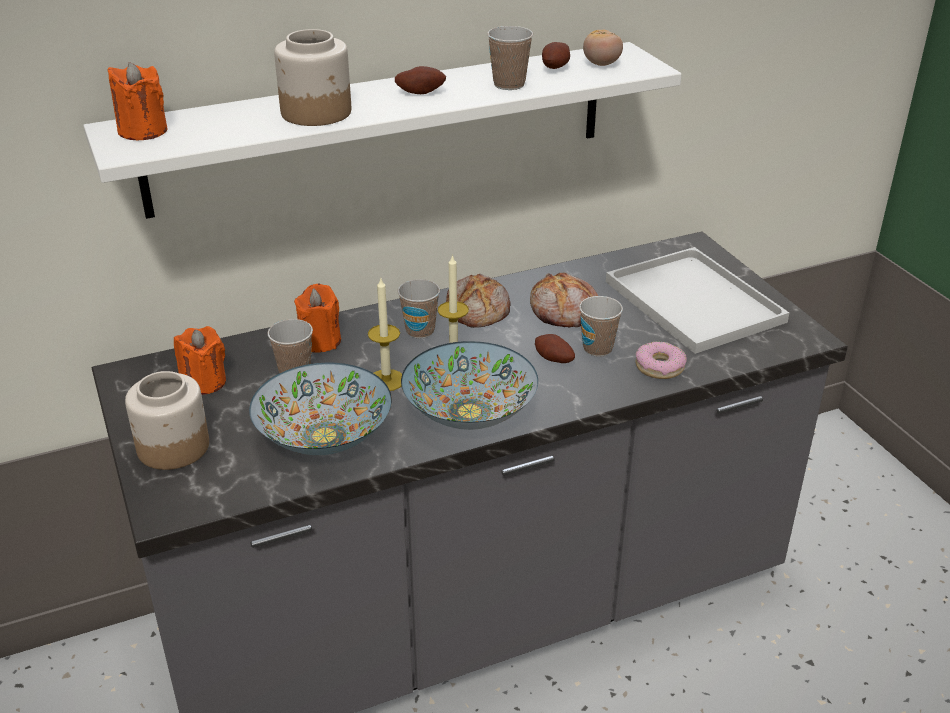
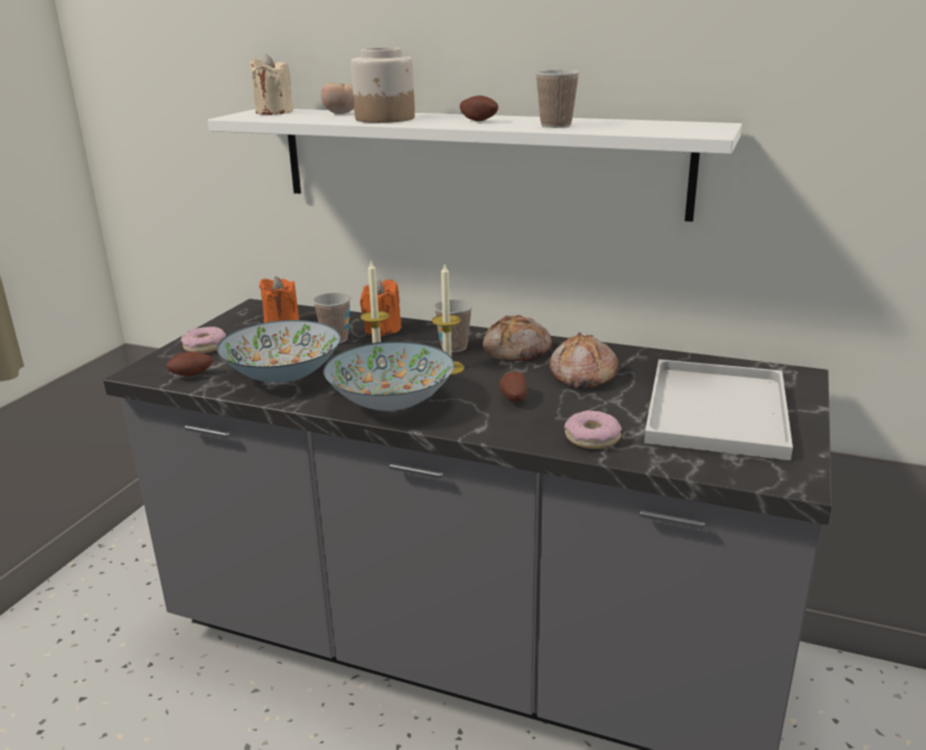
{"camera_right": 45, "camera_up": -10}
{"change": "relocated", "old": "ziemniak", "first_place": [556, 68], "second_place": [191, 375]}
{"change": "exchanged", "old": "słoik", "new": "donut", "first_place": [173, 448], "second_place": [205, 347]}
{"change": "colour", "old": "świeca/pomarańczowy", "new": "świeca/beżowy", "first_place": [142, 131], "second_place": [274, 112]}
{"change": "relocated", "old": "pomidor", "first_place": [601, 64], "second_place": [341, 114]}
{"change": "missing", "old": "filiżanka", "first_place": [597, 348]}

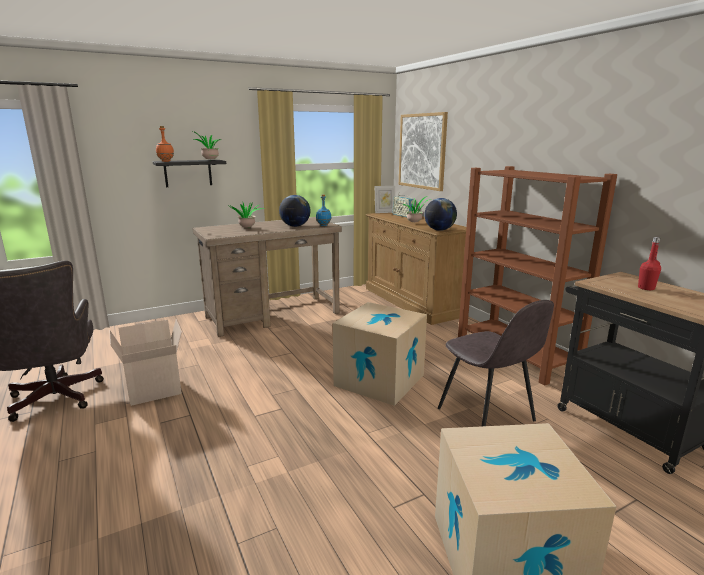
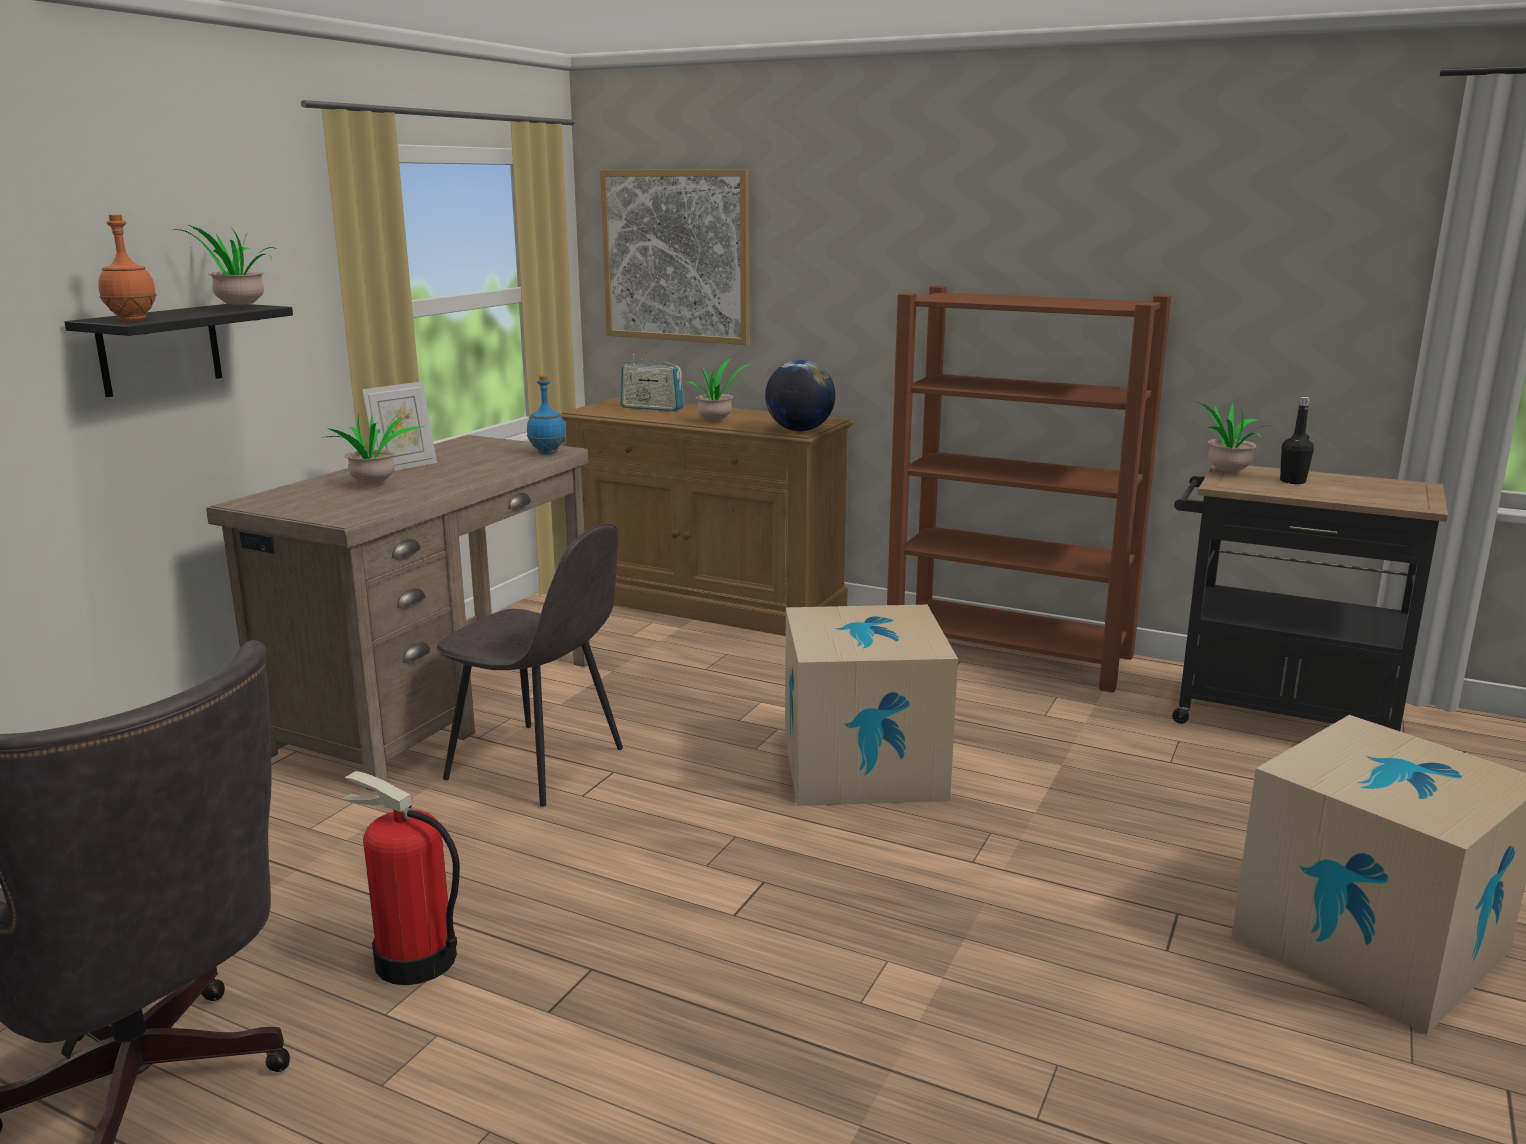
{"camera_right": -35, "camera_up": 0}
{"change": "exchanged", "old": "karton", "new": "gaśnica", "first_place": [153, 391], "second_place": [414, 960]}
{"change": "relocated", "old": "ramka na zdjęcie", "first_place": [384, 212], "second_place": [404, 467]}
{"change": "relocated", "old": "krzesło/szary", "first_place": [487, 416], "second_place": [539, 765]}
{"change": "appeared", "new": "roślina doniczkowa", "second_place": [1224, 472]}
{"change": "colour", "old": "butelka/czerwony", "new": "butelka/czarny", "first_place": [646, 288], "second_place": [1292, 481]}
{"change": "missing", "old": "globus", "first_place": [295, 226]}

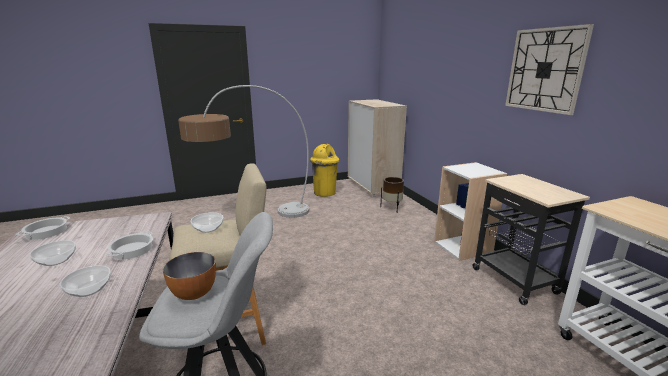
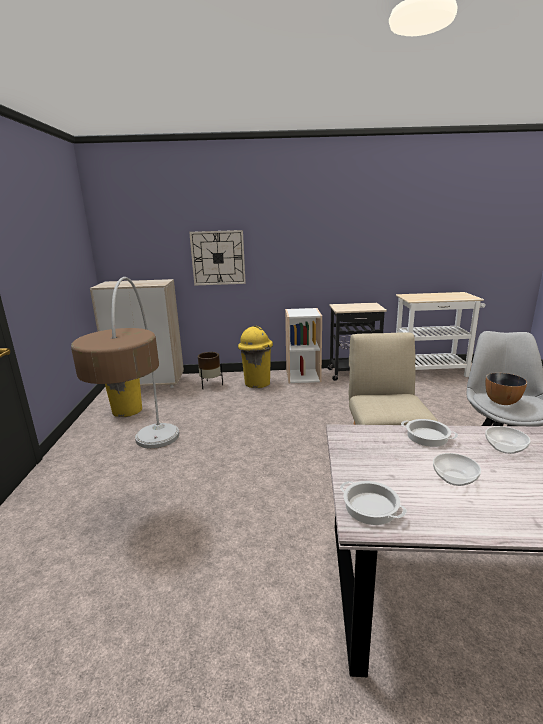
{"camera_right": -70, "camera_up": 0}
{"change": "relocated", "old": "zegar ścienny", "first_place": [545, 70], "second_place": [218, 258]}
{"change": "appeared", "new": "kosz na śmieci/żółty", "second_place": [257, 383]}
{"change": "missing", "old": "miska", "first_place": [208, 228]}

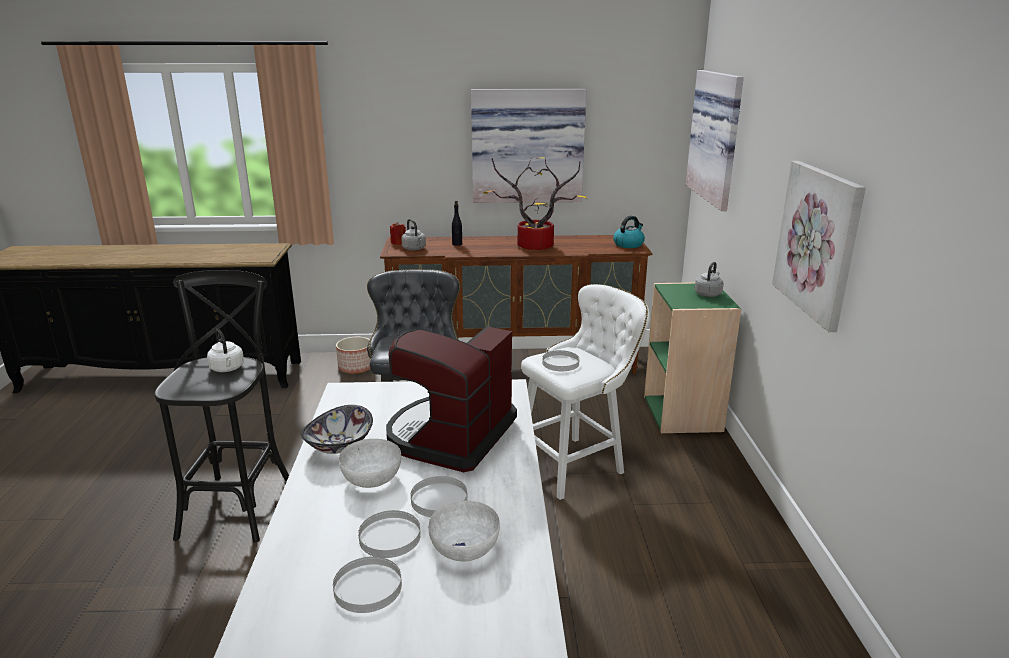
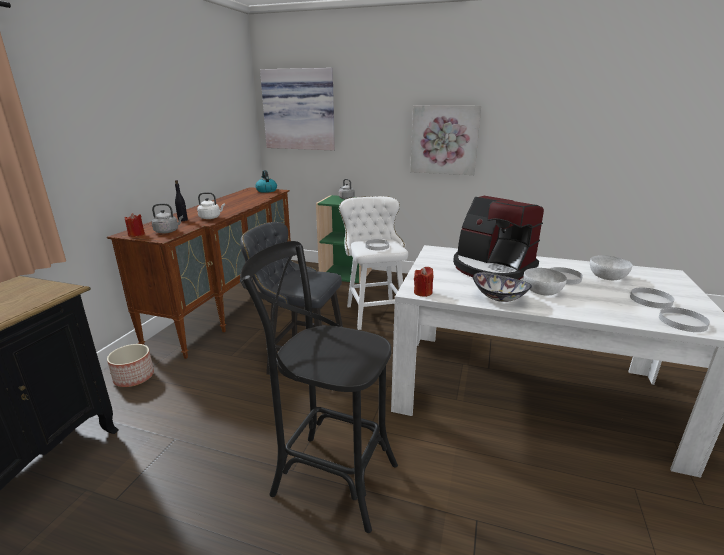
{"camera_right": -70, "camera_up": 0}
{"change": "relocated", "old": "czajnik/biały", "first_place": [227, 369], "second_place": [211, 218]}
{"change": "appeared", "new": "świeca/czerwony", "second_place": [423, 292]}
{"change": "relocated", "old": "talerz/biały", "first_place": [390, 536], "second_place": [682, 321]}
{"change": "missing", "old": "obraz", "first_place": [527, 146]}
{"change": "missing", "old": "roślina doniczkowa", "first_place": [532, 247]}

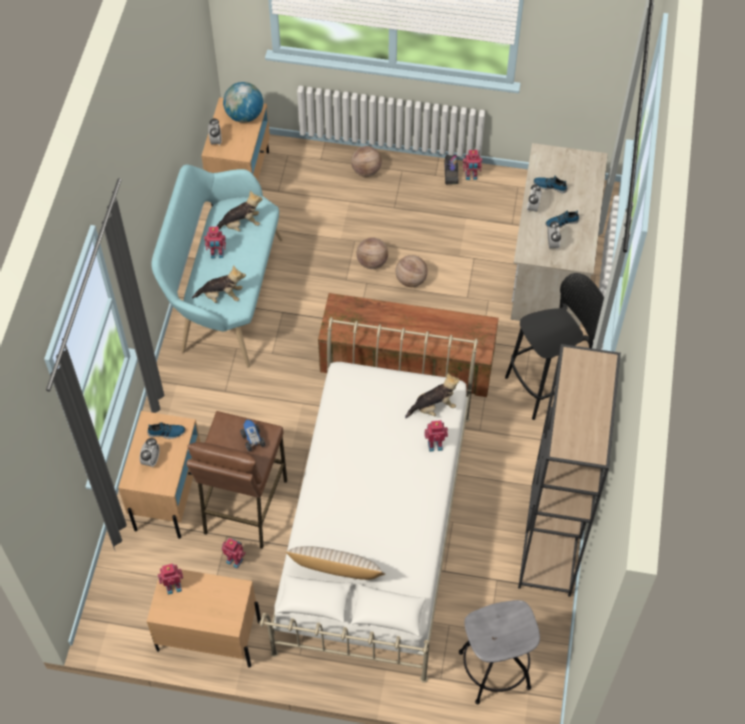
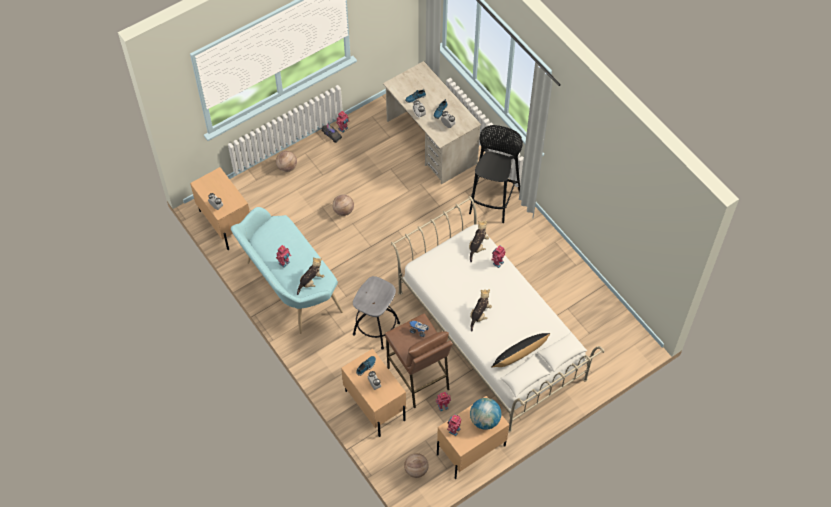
{"camera_right": -45, "camera_up": 0}
{"change": "relocated", "old": "stołek/szary", "first_place": [494, 670], "second_place": [376, 328]}
{"change": "relocated", "old": "piłka do koszykówki", "first_place": [411, 280], "second_place": [416, 470]}
{"change": "relocated", "old": "pluszak", "first_place": [241, 225], "second_place": [479, 315]}
{"change": "relocated", "old": "globus", "first_place": [244, 115], "second_place": [484, 420]}
{"change": "colour", "old": "poduszka/beżowy", "new": "poduszka/czarny", "first_place": [336, 570], "second_place": [519, 356]}
{"change": "missing", "old": "ławka/brązowy", "first_place": [405, 362]}
{"change": "missing", "old": "regał", "first_place": [551, 541]}

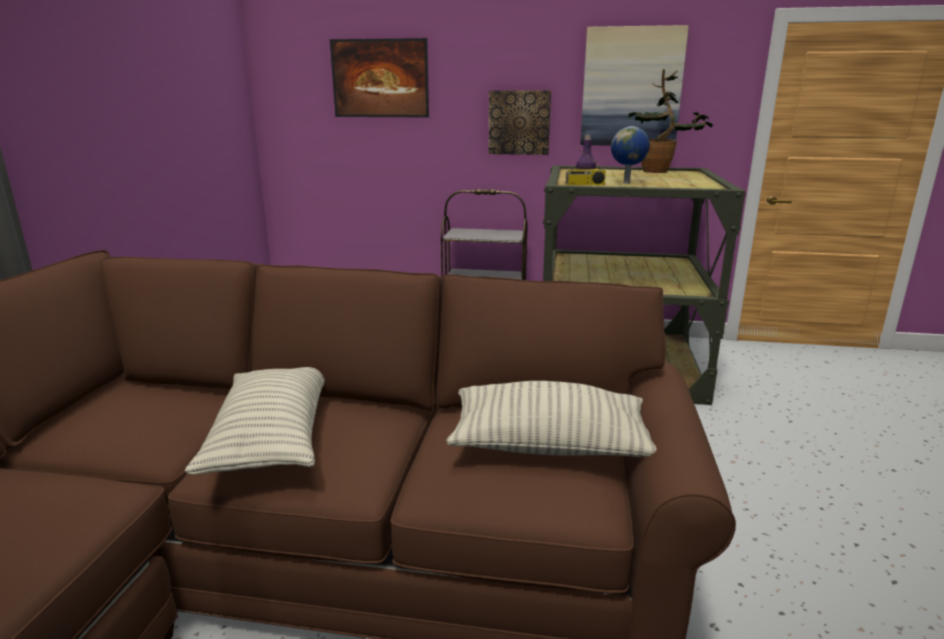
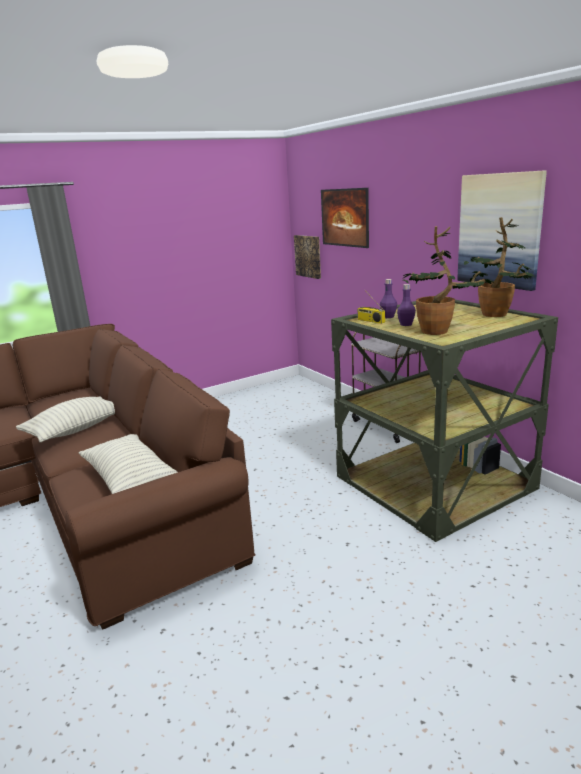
{"camera_right": 50, "camera_up": 0}
{"change": "relocated", "old": "obraz", "first_place": [519, 122], "second_place": [308, 256]}
{"change": "exchanged", "old": "globus", "new": "butelka/fioletowy", "first_place": [627, 183], "second_place": [406, 324]}
{"change": "appeared", "new": "roślina doniczkowa", "second_place": [441, 332]}

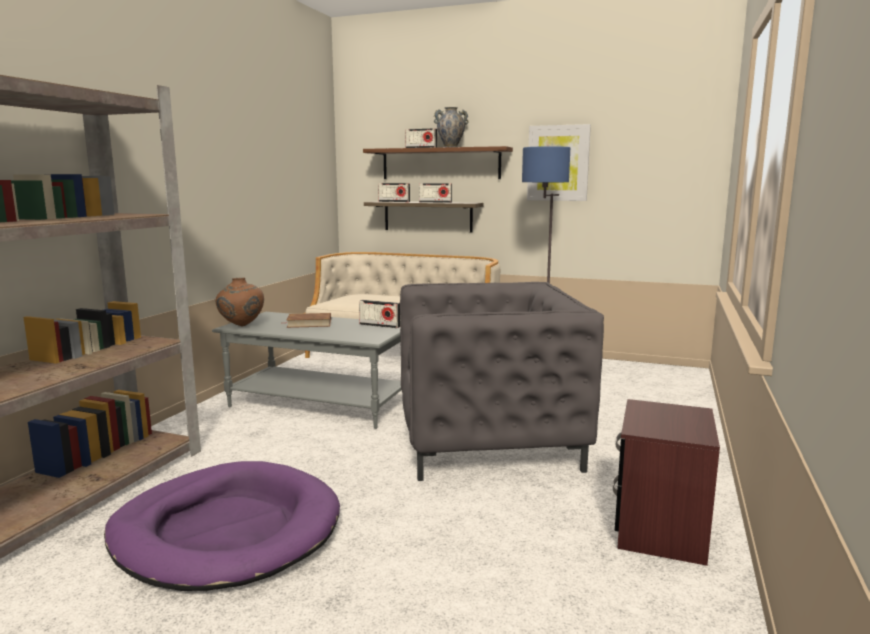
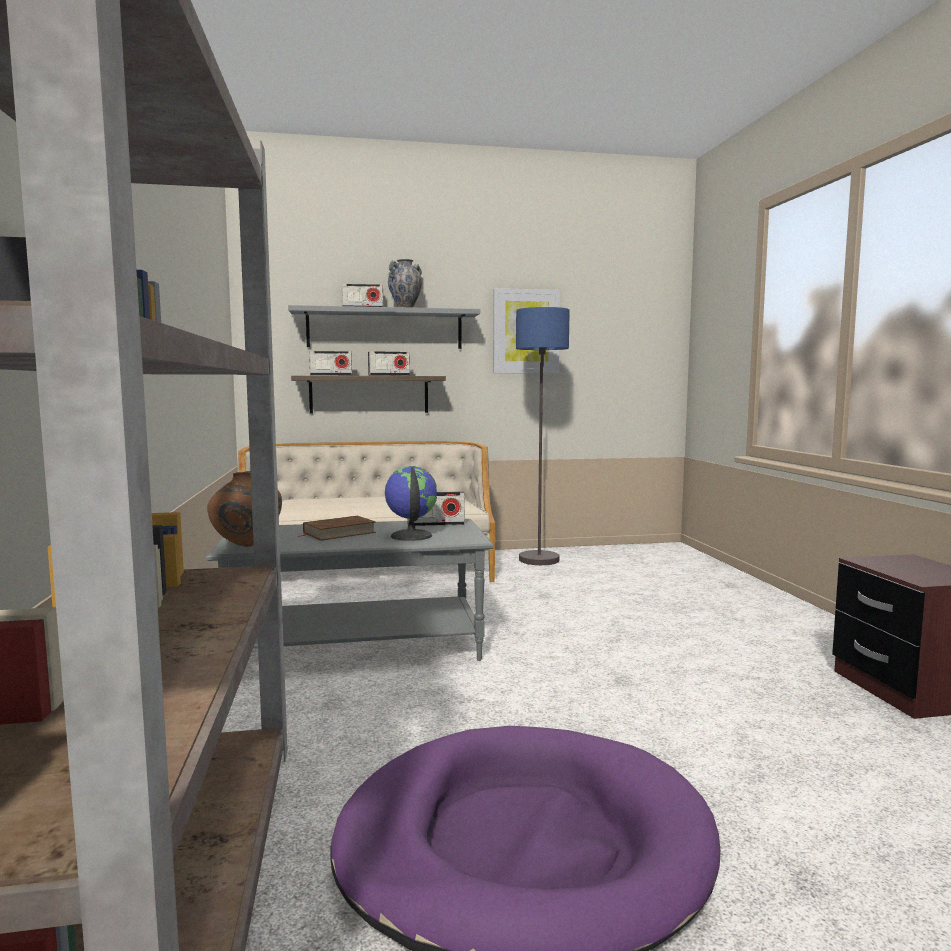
{"camera_right": -30, "camera_up": -5}
{"change": "colour", "old": "półka/brązowy", "new": "półka/szary", "first_place": [440, 164], "second_place": [385, 329]}
{"change": "appeared", "new": "globus", "second_place": [410, 536]}
{"change": "missing", "old": "fotel/szary", "first_place": [489, 442]}

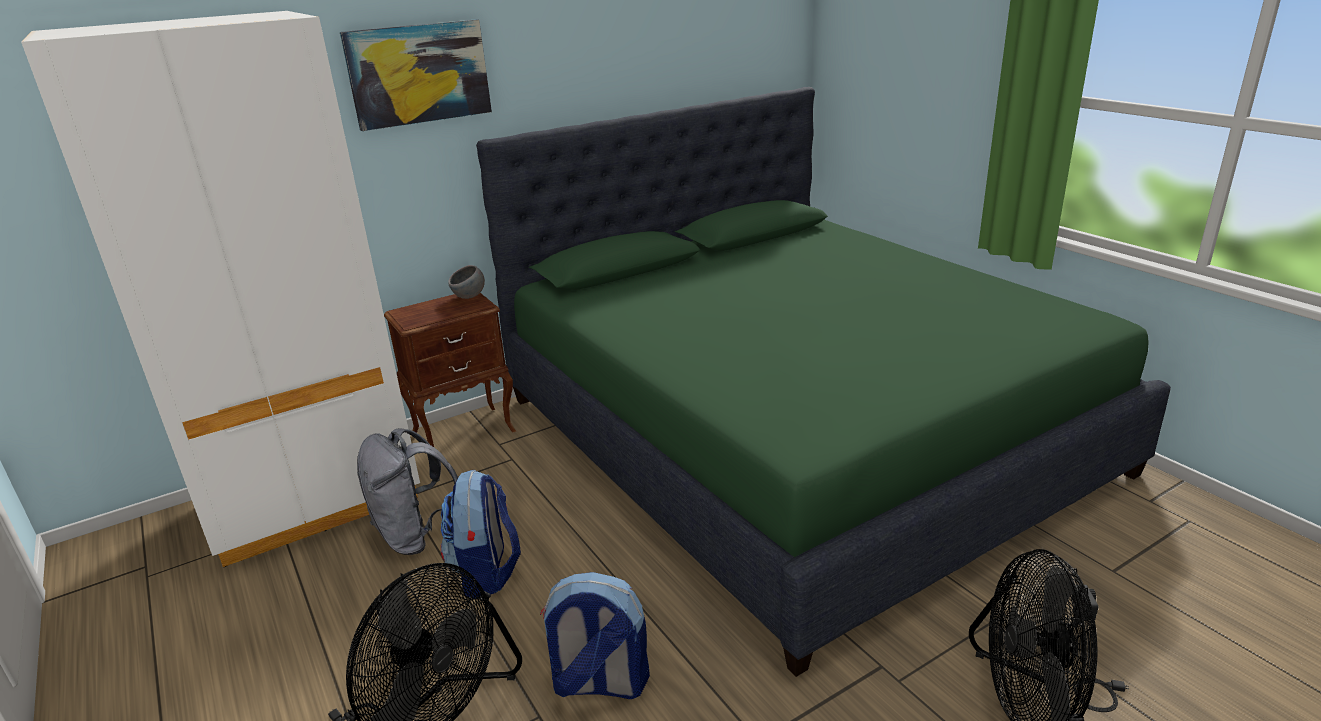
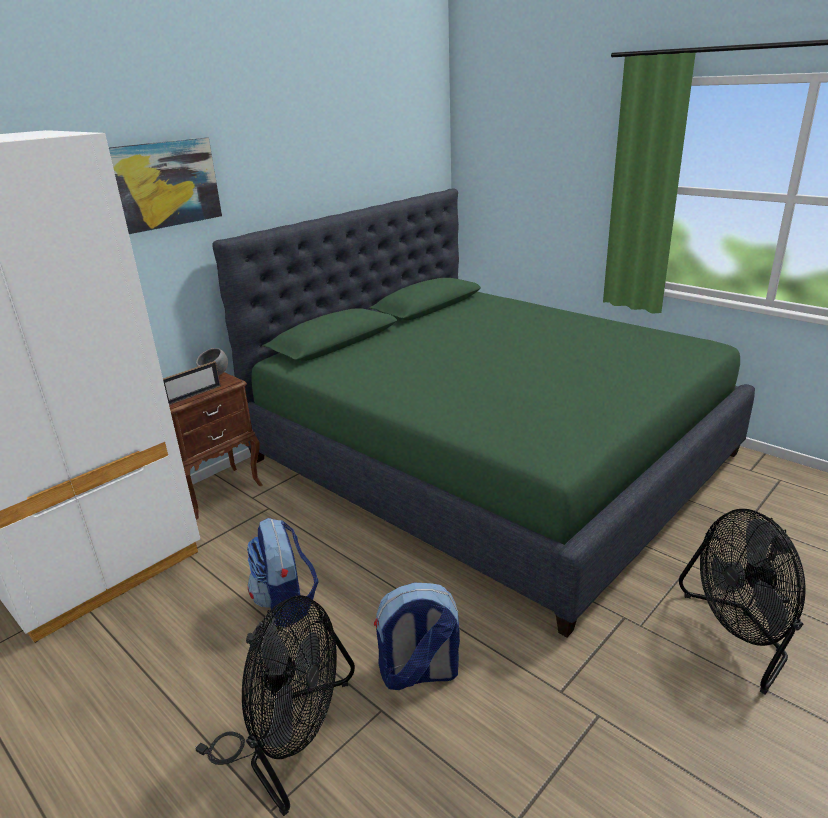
{"camera_right": -15, "camera_up": 0}
{"change": "appeared", "new": "ramka na zdjęcie", "second_place": [193, 395]}
{"change": "missing", "old": "plecak/szary", "first_place": [416, 535]}

